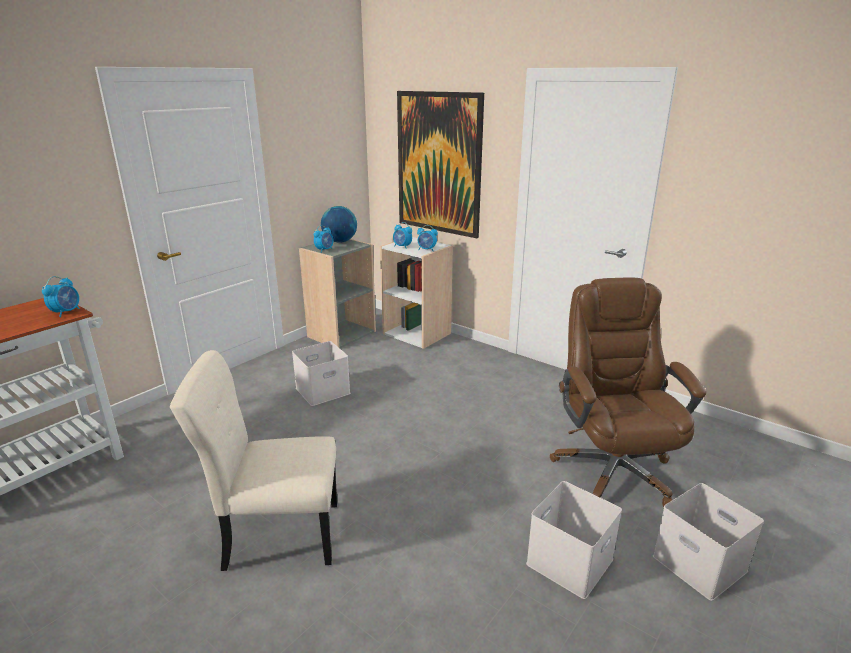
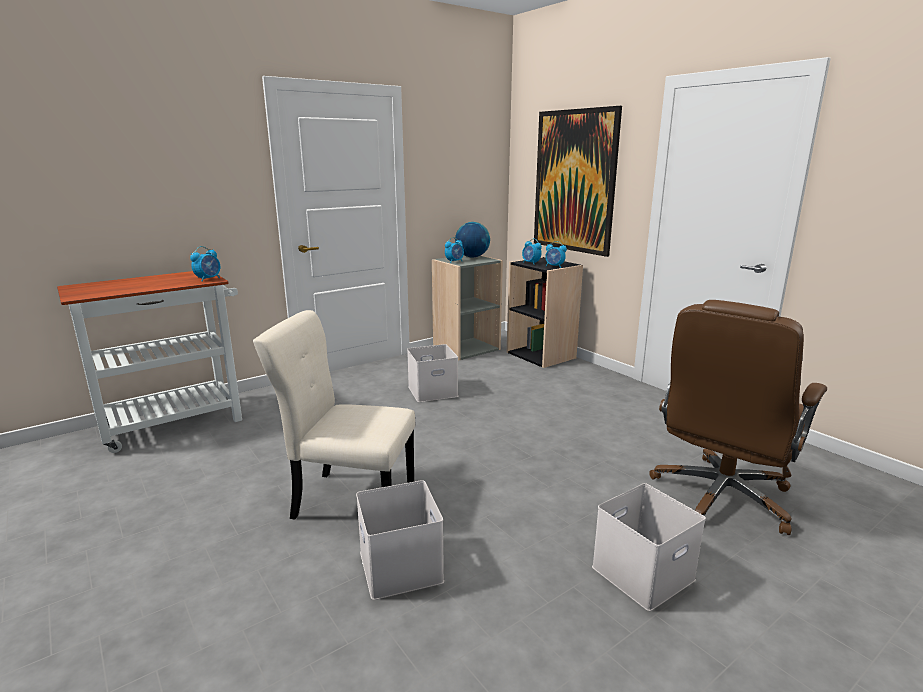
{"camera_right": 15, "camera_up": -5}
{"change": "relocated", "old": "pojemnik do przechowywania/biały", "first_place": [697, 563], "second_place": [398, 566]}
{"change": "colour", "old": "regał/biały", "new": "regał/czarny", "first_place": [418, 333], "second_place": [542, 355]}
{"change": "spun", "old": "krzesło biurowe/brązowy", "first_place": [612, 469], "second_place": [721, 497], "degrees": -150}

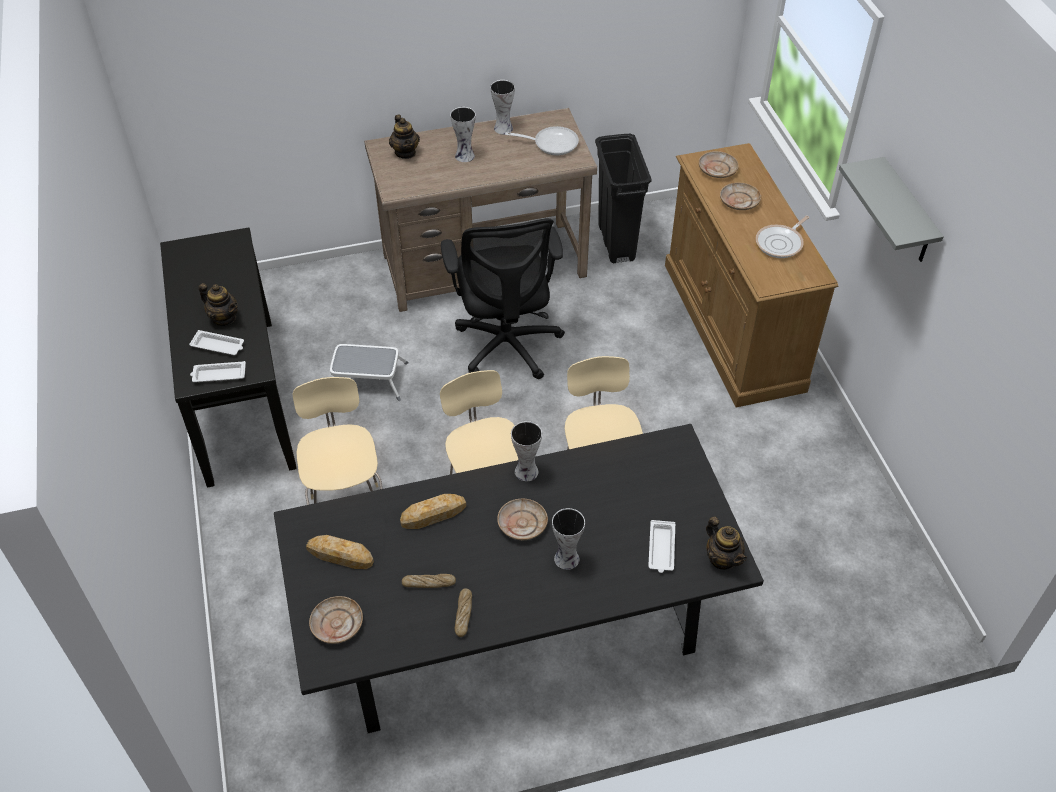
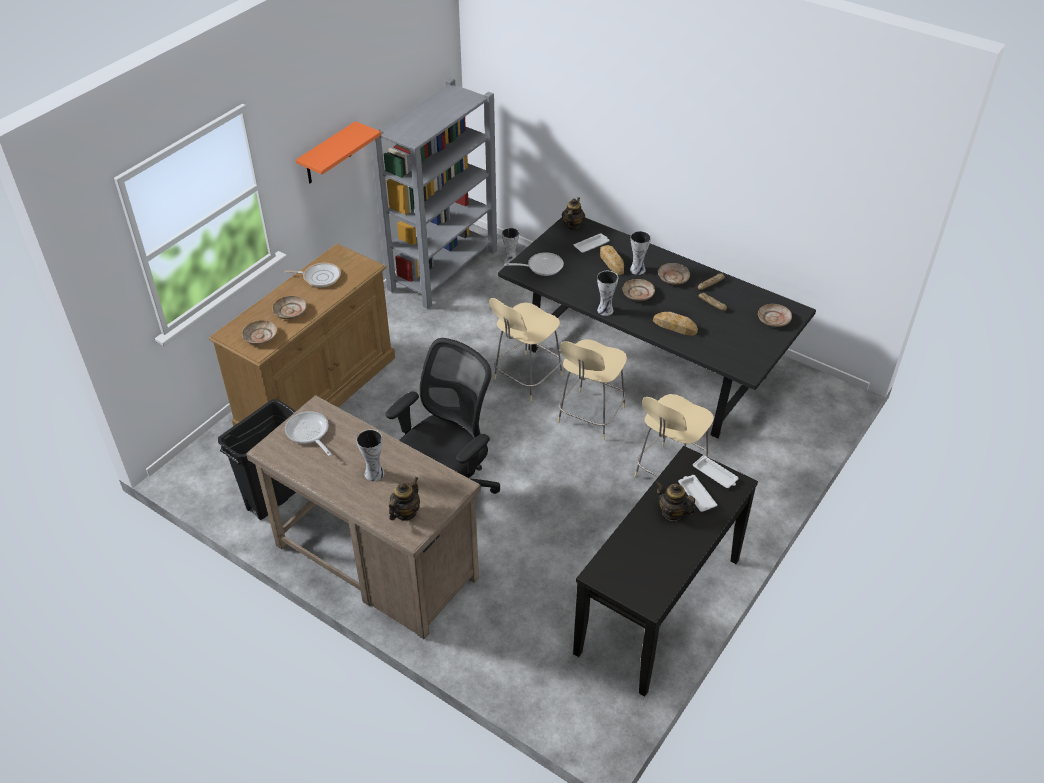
{"camera_right": -130, "camera_up": -5}
{"change": "colour", "old": "półka/szary", "new": "półka/pomarańczowy", "first_place": [907, 214], "second_place": [328, 154]}
{"change": "appeared", "new": "regał/szary", "second_place": [443, 269]}
{"change": "relocated", "old": "wazon", "first_place": [503, 128], "second_place": [510, 261]}
{"change": "appeared", "new": "patelnia", "second_place": [541, 267]}
{"change": "relocated", "old": "chleb", "first_place": [340, 555], "second_place": [611, 262]}
{"change": "spun", "old": "imbryk", "first_place": [224, 318], "second_place": [672, 513], "degrees": -45}
{"change": "appeared", "new": "talerz/beżowy", "second_place": [673, 277]}
{"change": "missing", "old": "drabinka/szary", "first_place": [367, 378]}

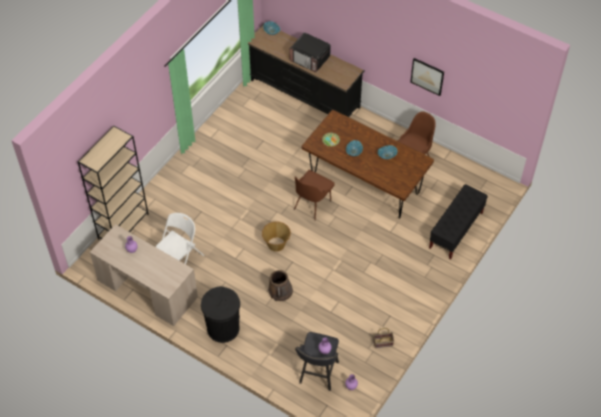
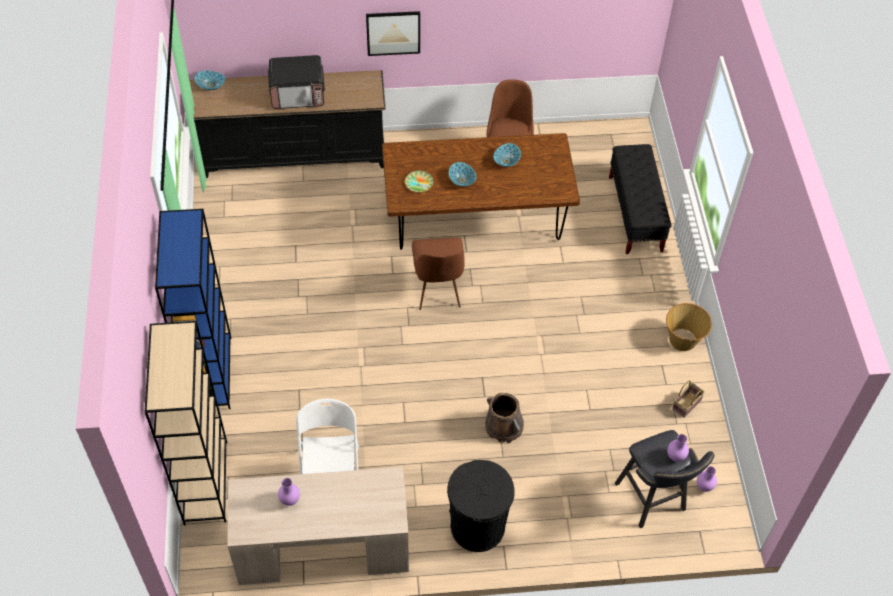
{"camera_right": -40, "camera_up": 0}
{"change": "appeared", "new": "regał/niebieski", "second_place": [210, 373]}
{"change": "relocated", "old": "obraz", "first_place": [427, 76], "second_place": [393, 33]}
{"change": "relocated", "old": "koszyk", "first_place": [276, 244], "second_place": [683, 339]}

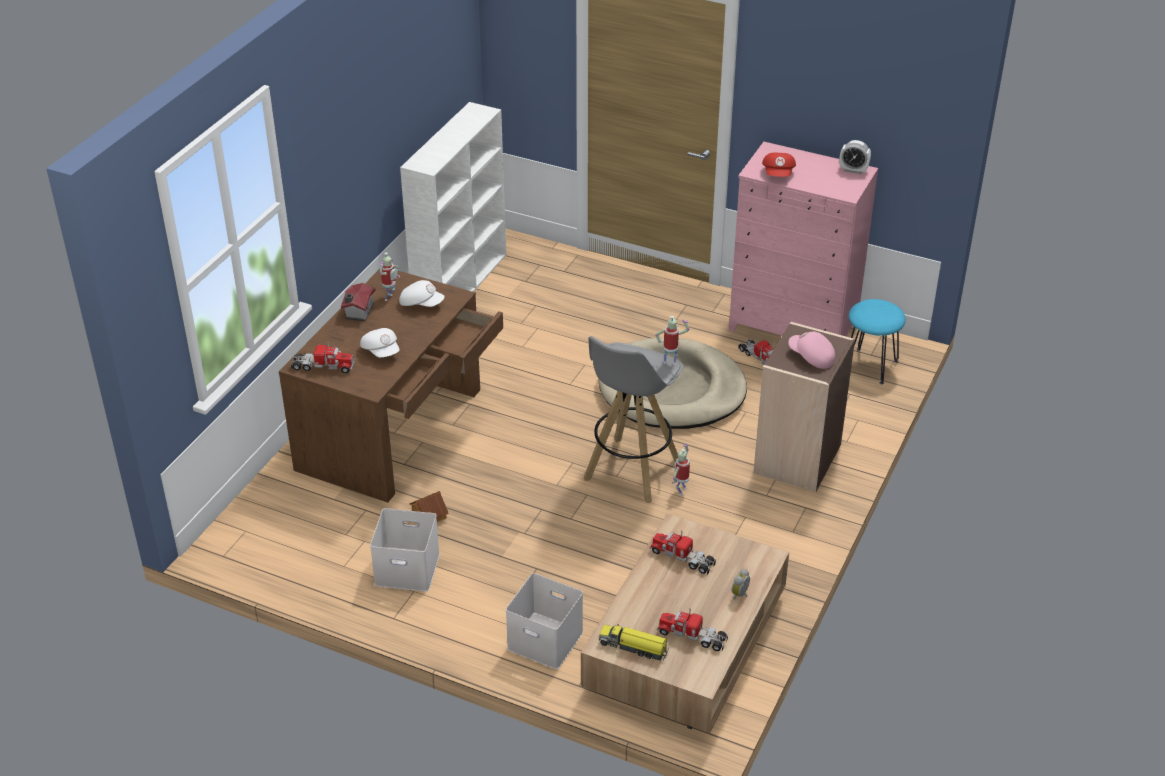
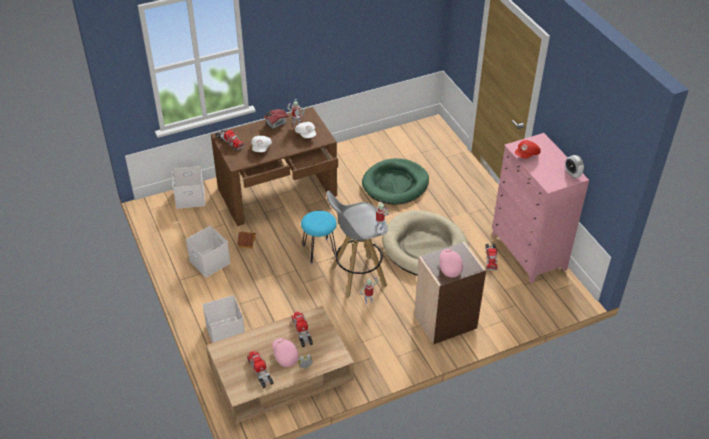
{"camera_right": 40, "camera_up": 5}
{"change": "appeared", "new": "pojemnik do przechowywania/biały", "second_place": [191, 197]}
{"change": "appeared", "new": "czapka z daszkiem/różowy", "second_place": [284, 355]}
{"change": "relocated", "old": "stołek/turkusowy", "first_place": [870, 366], "second_place": [319, 250]}
{"change": "appeared", "new": "legowisko/zielony", "second_place": [395, 184]}
{"change": "missing", "old": "regał/biały", "first_place": [461, 284]}
{"change": "missing", "old": "ciężarówka zabawkowa", "first_place": [634, 647]}

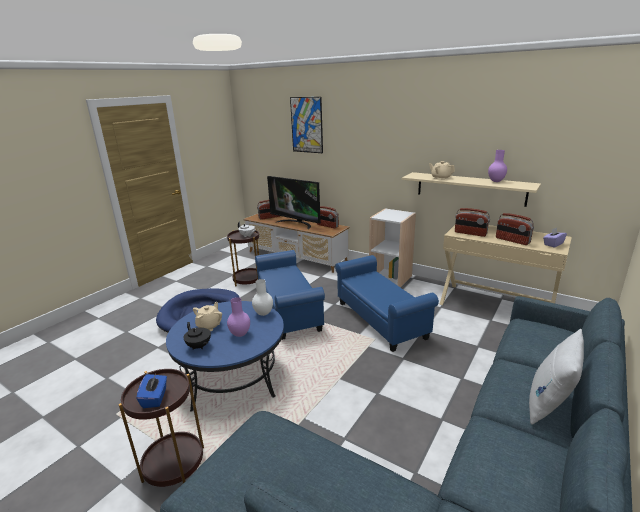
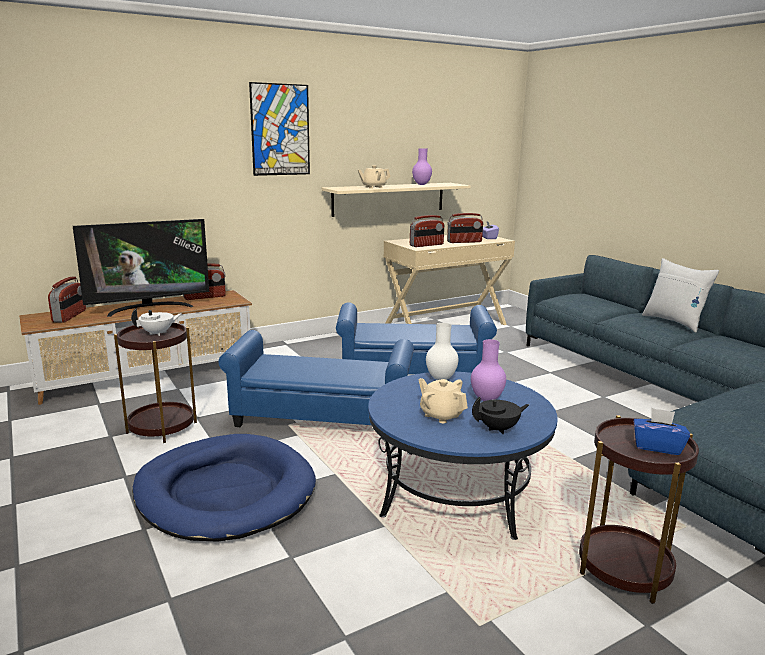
{"camera_right": -65, "camera_up": -5}
{"change": "relocated", "old": "obraz", "first_place": [306, 125], "second_place": [280, 130]}
{"change": "missing", "old": "regał", "first_place": [390, 278]}

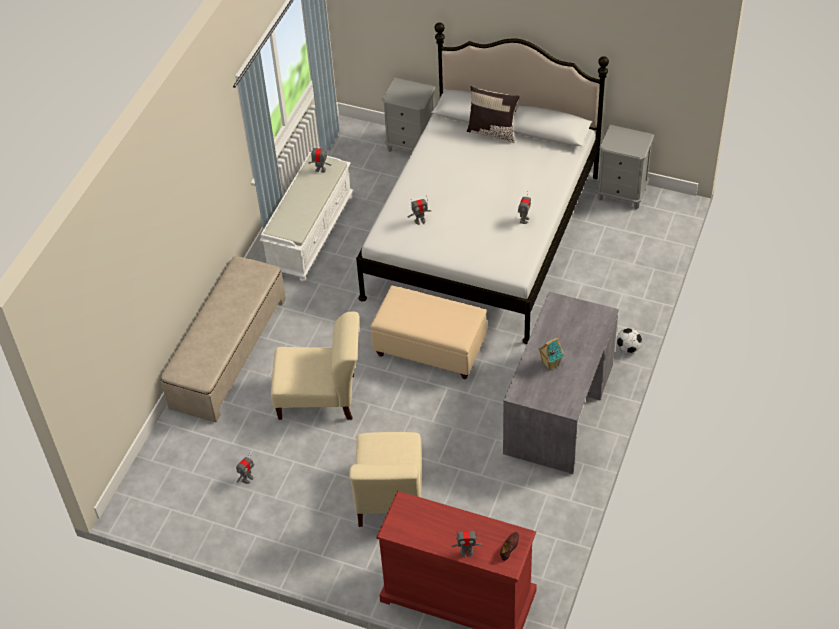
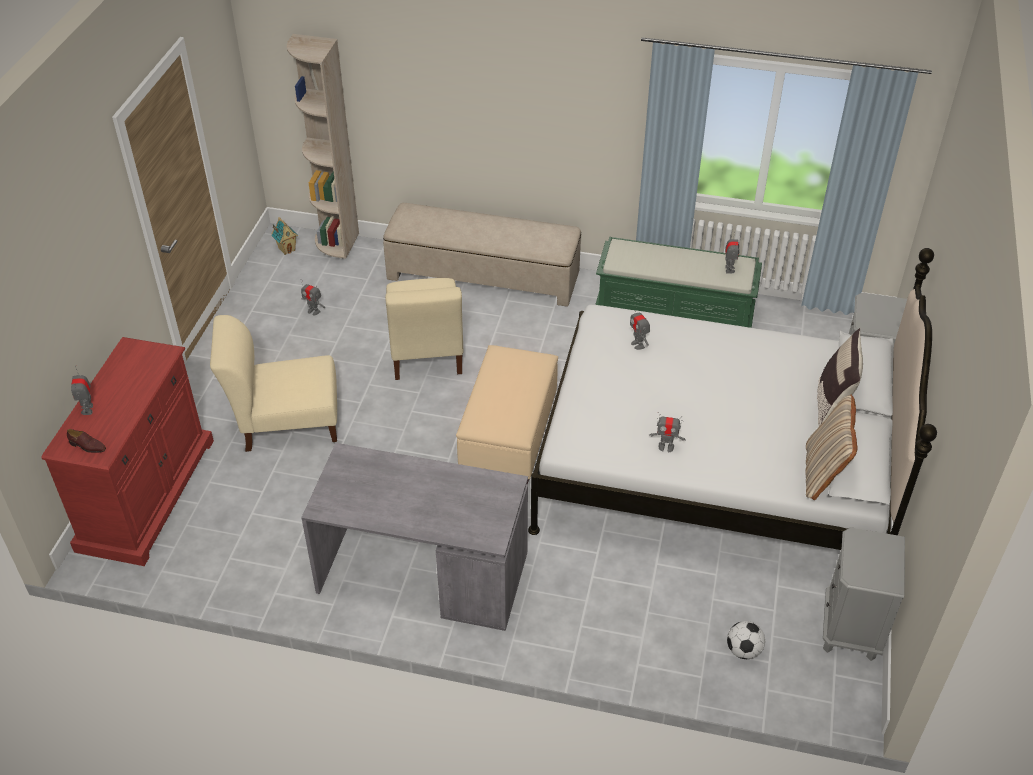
{"camera_right": 80, "camera_up": -5}
{"change": "relocated", "old": "domek", "first_place": [550, 364], "second_place": [287, 249]}
{"change": "appeared", "new": "regał/beżowy", "second_place": [335, 247]}
{"change": "colour", "old": "ławka/biały", "new": "ławka/zielony", "first_place": [310, 233], "second_place": [675, 313]}
{"change": "relocated", "old": "piłka futbolowa", "first_place": [628, 348], "second_place": [743, 650]}
{"change": "appeared", "new": "poduszka/beżowy", "second_place": [823, 473]}

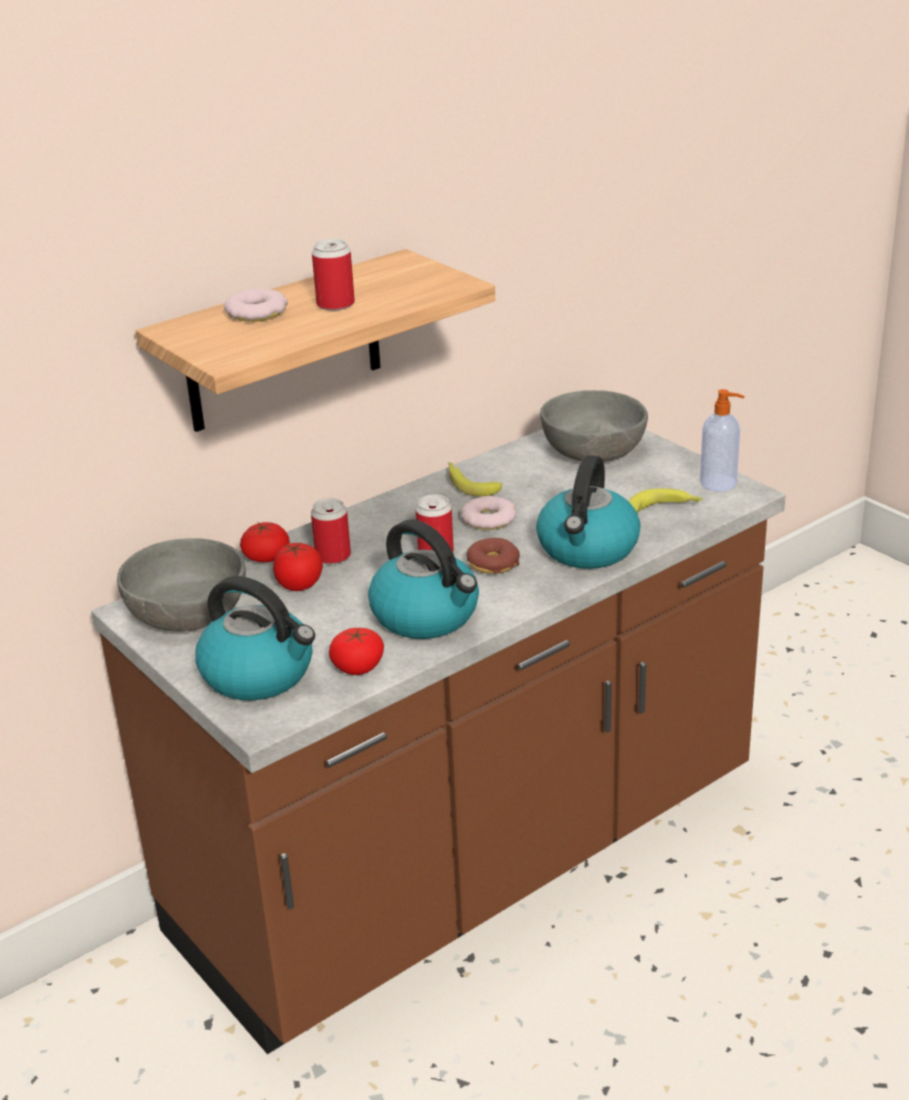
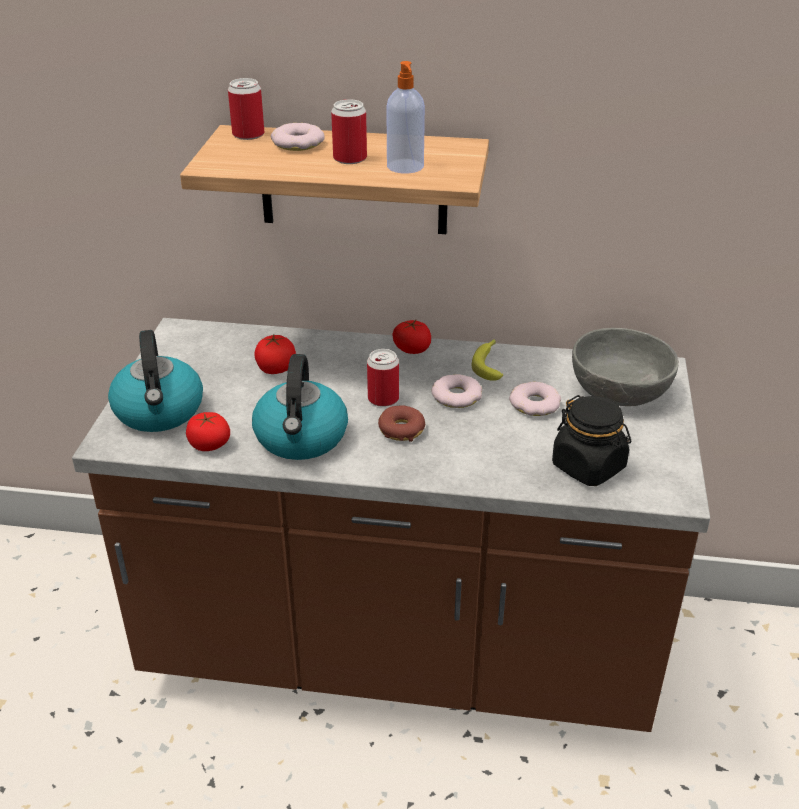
{"camera_right": 45, "camera_up": 5}
{"change": "relocated", "old": "puszka", "first_place": [333, 556], "second_place": [248, 135]}
{"change": "relocated", "old": "dozownik mydła", "first_place": [719, 483], "second_place": [405, 167]}
{"change": "relocated", "old": "pomidor", "first_place": [266, 557], "second_place": [412, 349]}
{"change": "appeared", "new": "donut", "second_place": [535, 404]}
{"change": "exchanged", "old": "banan", "new": "słoik/czarny", "first_place": [664, 508], "second_place": [589, 466]}
{"change": "missing", "old": "miska/szary", "first_place": [188, 611]}
{"change": "missing", "old": "czajnik", "first_place": [588, 549]}

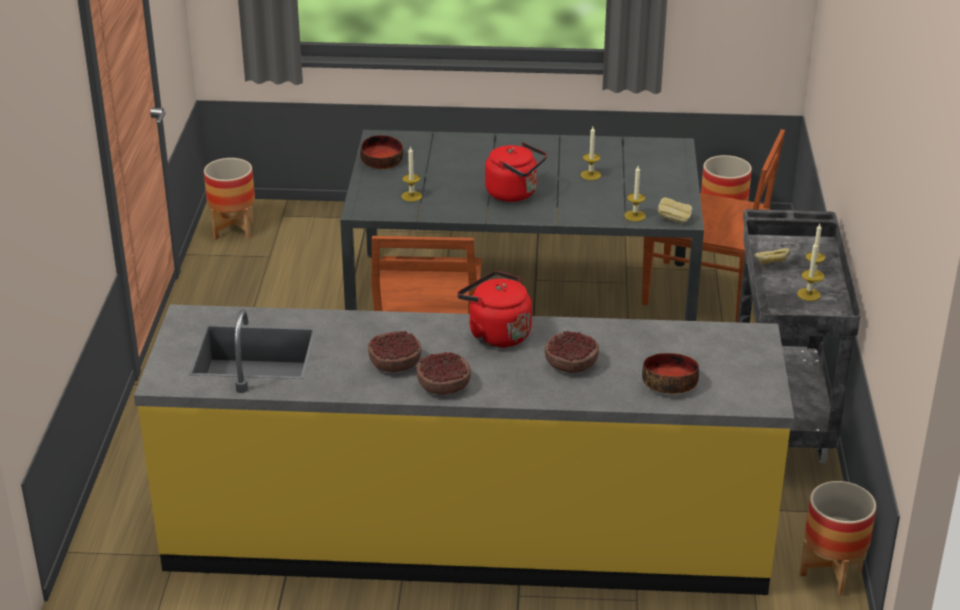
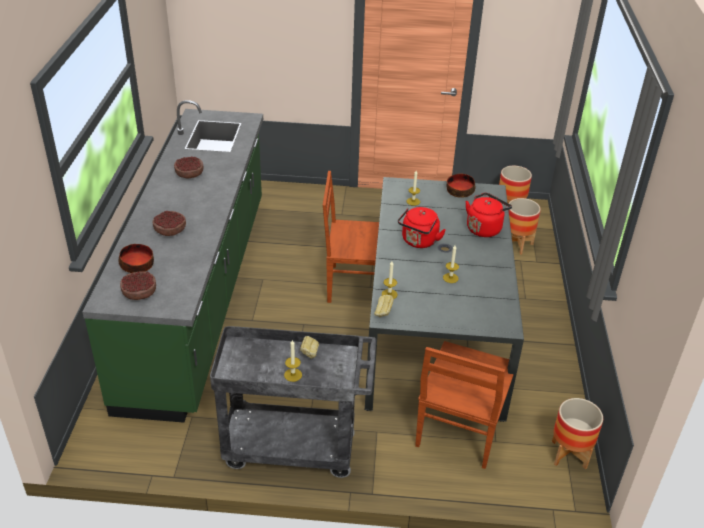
{"camera_right": 90, "camera_up": 5}
{"change": "colour", "old": "zabudowa kuchenna/żółty", "new": "zabudowa kuchenna/zielony", "first_place": [467, 533], "second_place": [199, 295]}
{"change": "relocated", "old": "miska", "first_place": [443, 385], "second_place": [139, 292]}
{"change": "relocated", "old": "czajnik/czerwony", "first_place": [496, 334], "second_place": [484, 228]}
{"change": "relocated", "old": "donica", "first_place": [832, 572], "second_place": [517, 244]}
{"change": "missing", "old": "świeca", "first_place": [809, 294]}

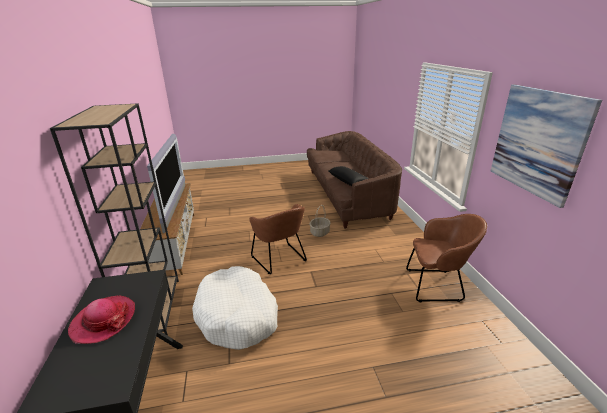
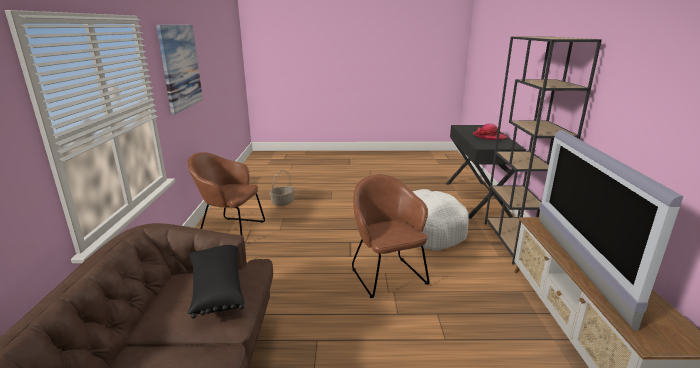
{"camera_right": -170, "camera_up": -5}
{"change": "relocated", "old": "koszyk", "first_place": [320, 233], "second_place": [283, 202]}

